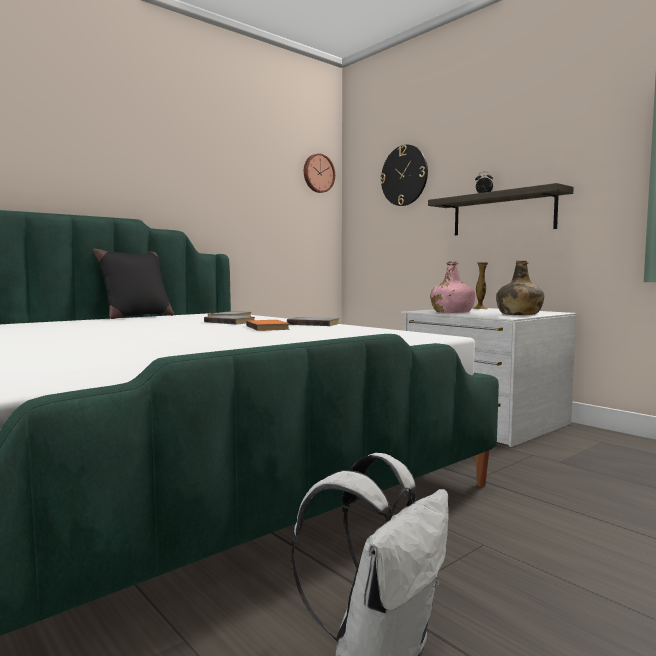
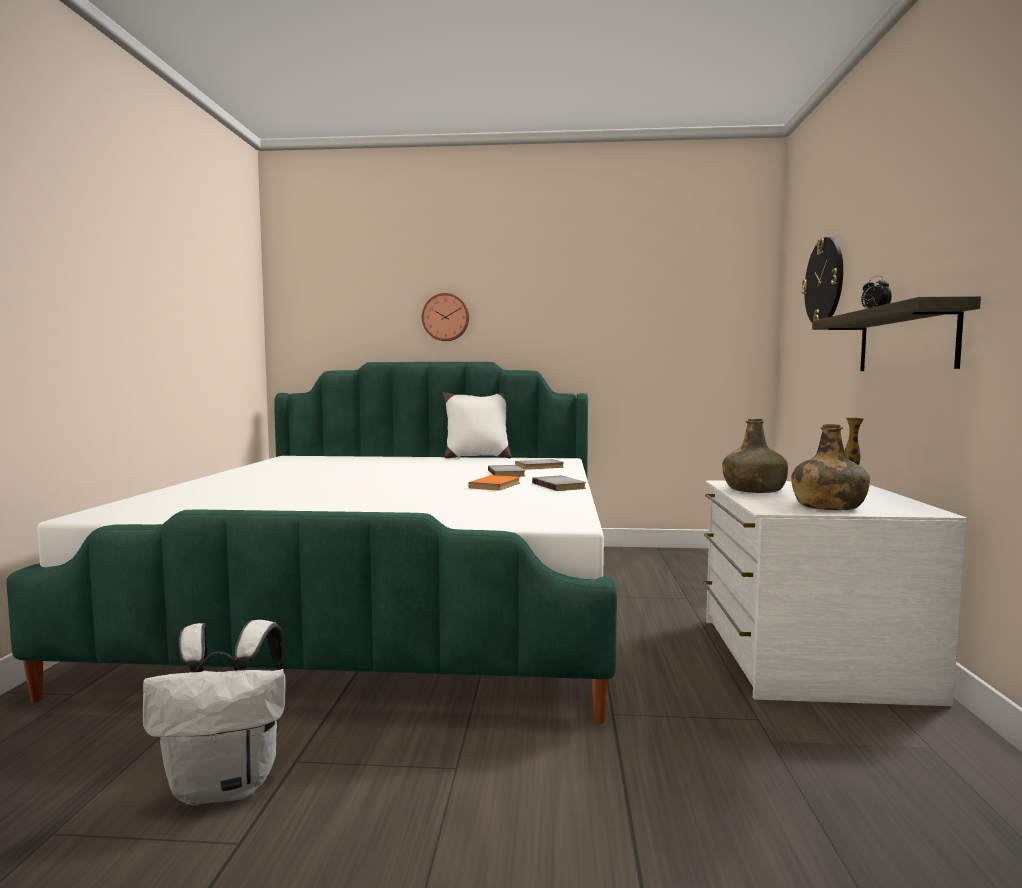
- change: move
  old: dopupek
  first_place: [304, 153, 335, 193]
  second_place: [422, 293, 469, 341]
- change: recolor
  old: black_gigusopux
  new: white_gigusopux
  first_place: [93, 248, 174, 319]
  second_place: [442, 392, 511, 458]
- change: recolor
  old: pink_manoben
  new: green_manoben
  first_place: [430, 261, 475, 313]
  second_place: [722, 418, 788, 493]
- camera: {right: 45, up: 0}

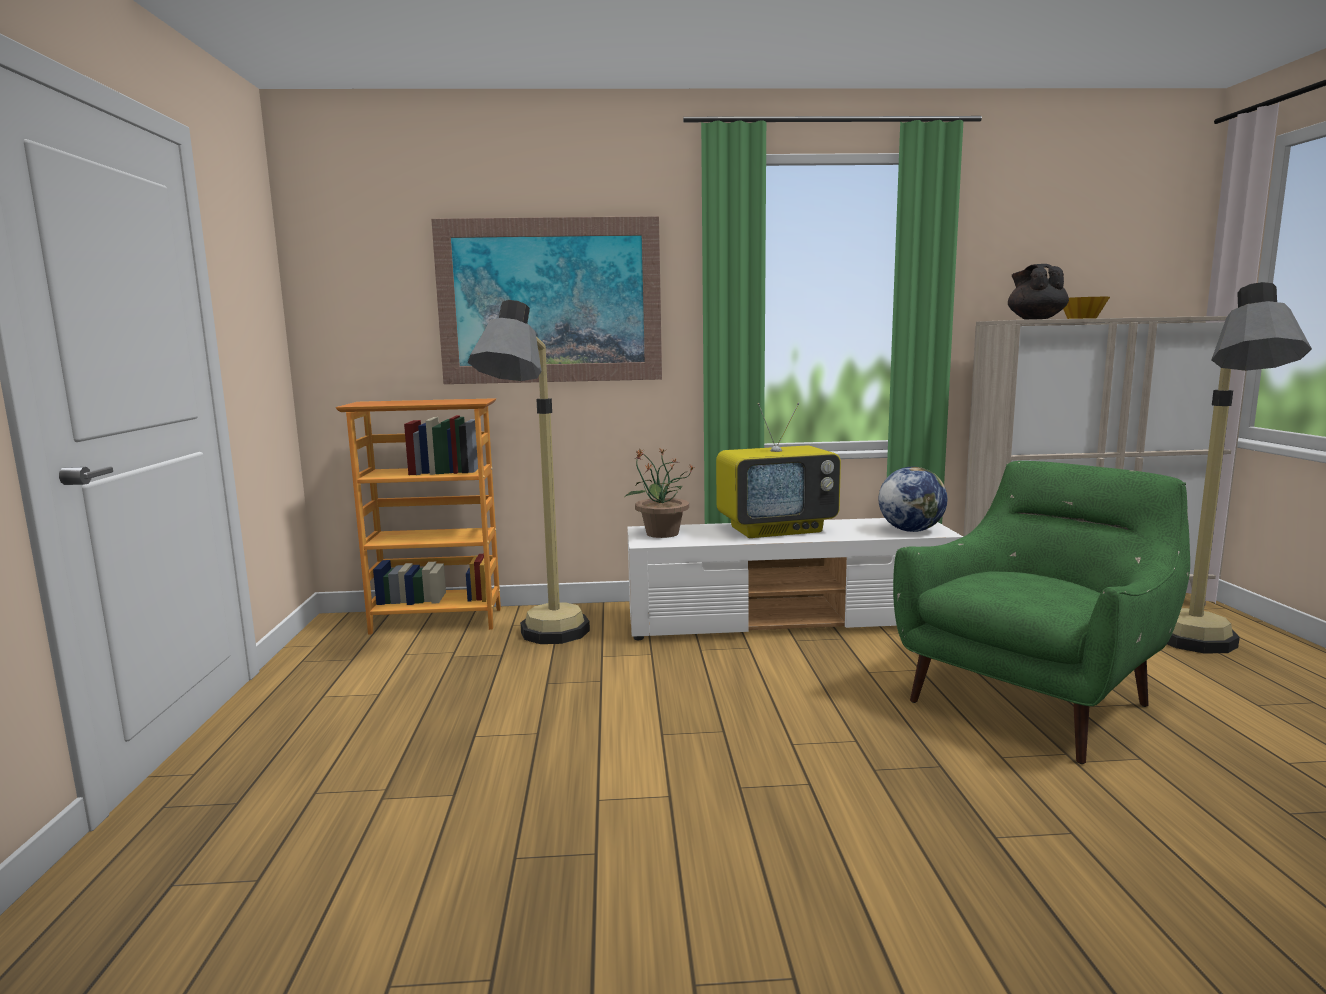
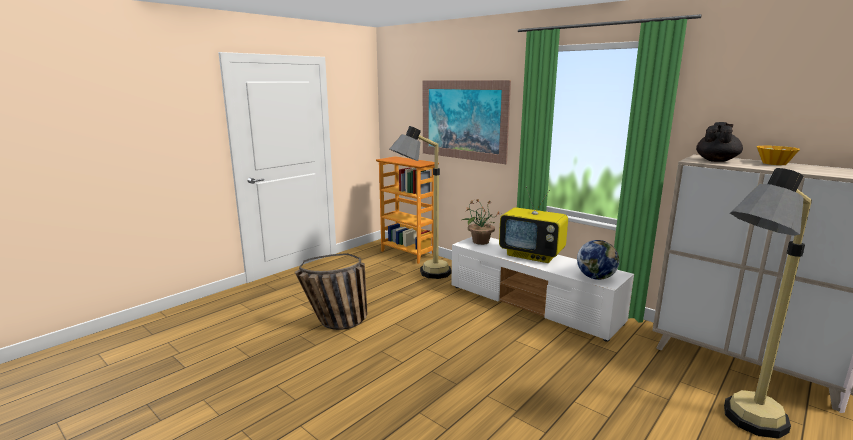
- change: delete
  old: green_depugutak
  first_place: [893, 461, 1190, 764]
- change: insert
  new: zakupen
  second_place: [295, 253, 367, 330]
- camera: {right: 45, up: 5}

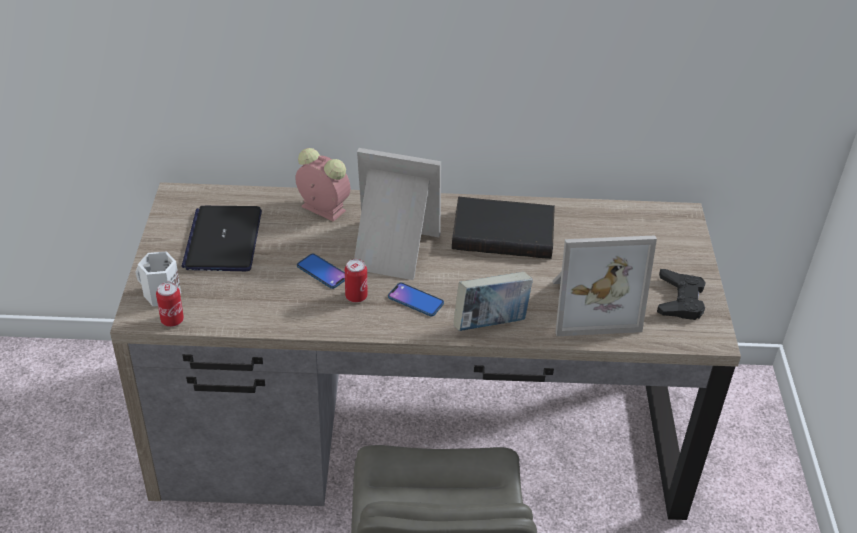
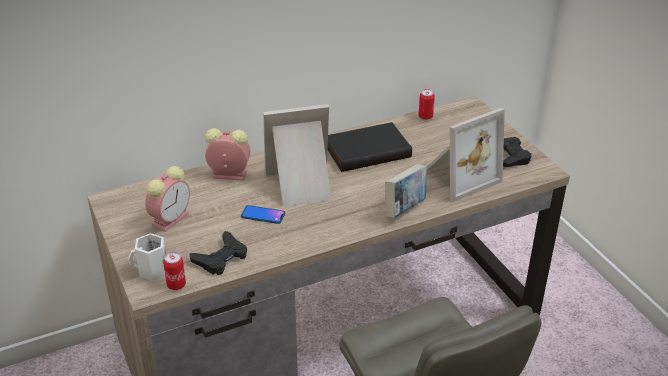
- change: replace
  old: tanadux
  new: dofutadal
  first_place: [182, 206, 262, 271]
  second_place: [145, 166, 190, 232]
- change: move
  old: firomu
  first_place: [345, 259, 367, 303]
  second_place: [418, 89, 435, 120]
- change: delete
  old: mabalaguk
  first_place: [388, 283, 444, 316]
- change: insert
  new: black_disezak
  second_place: [190, 231, 247, 275]
- camera: {right: -25, up: -5}

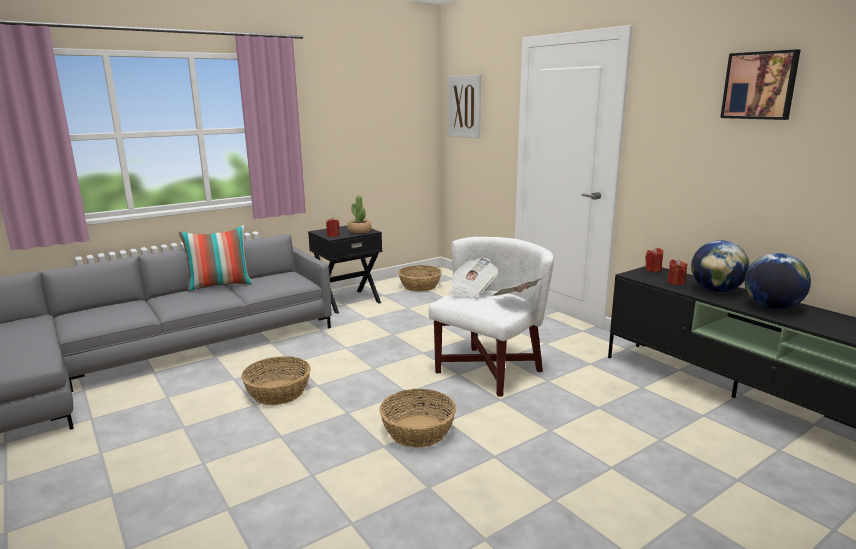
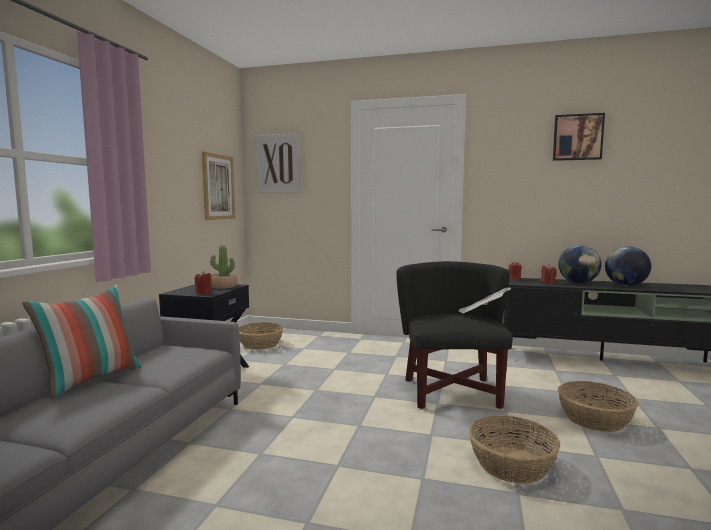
- change: recolor
  old: white_depugutak
  new: black_depugutak
  first_place: [429, 237, 554, 397]
  second_place: [396, 261, 513, 409]
- change: delete
  old: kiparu
  first_place: [448, 258, 498, 297]
- change: move
  old: zakupen
  first_place: [241, 356, 311, 405]
  second_place: [558, 381, 639, 432]
- change: insert
  new: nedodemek
  second_place: [202, 152, 235, 220]
- camera: {right: -40, up: -10}

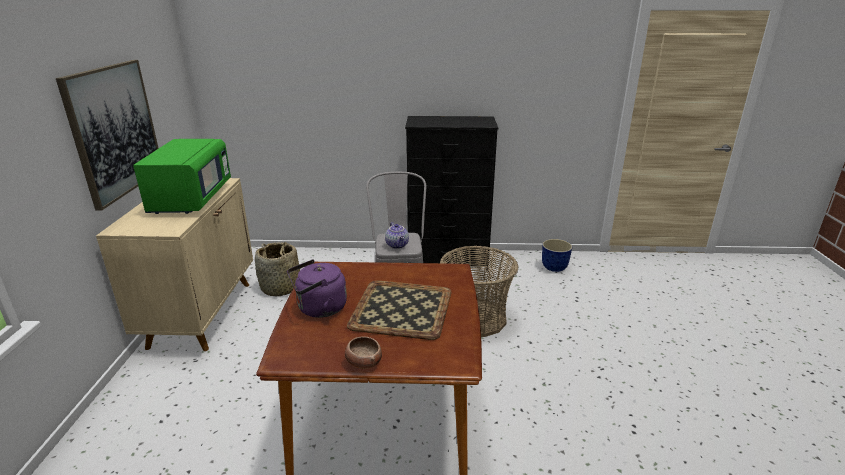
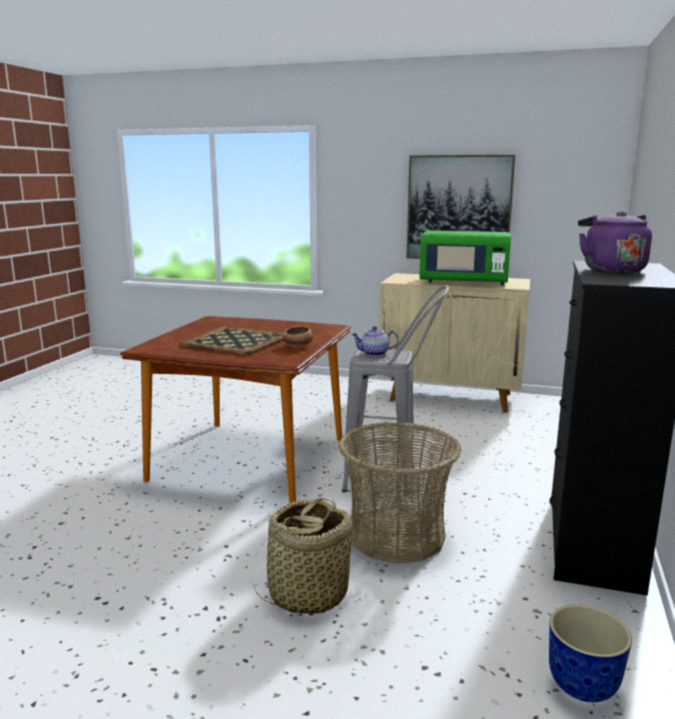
- change: move
  old: zakupen
  first_place: [255, 242, 300, 296]
  second_place: [253, 498, 352, 614]
- change: move
  old: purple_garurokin
  first_place: [287, 259, 347, 318]
  second_place: [578, 211, 652, 273]
- change: move
  old: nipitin
  first_place: [345, 336, 382, 369]
  second_place: [283, 326, 313, 347]
- camera: {right: 105, up: -10}

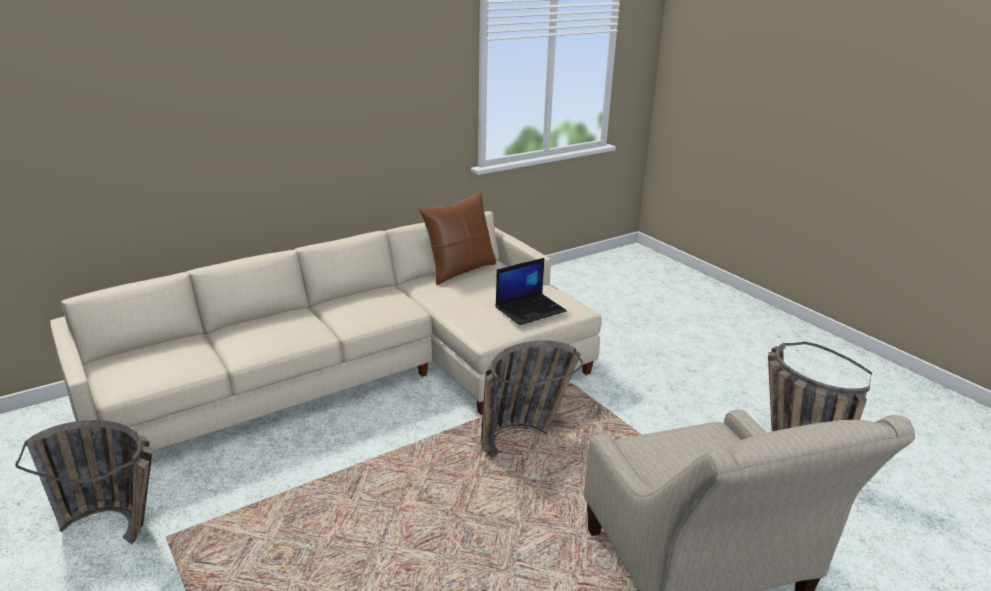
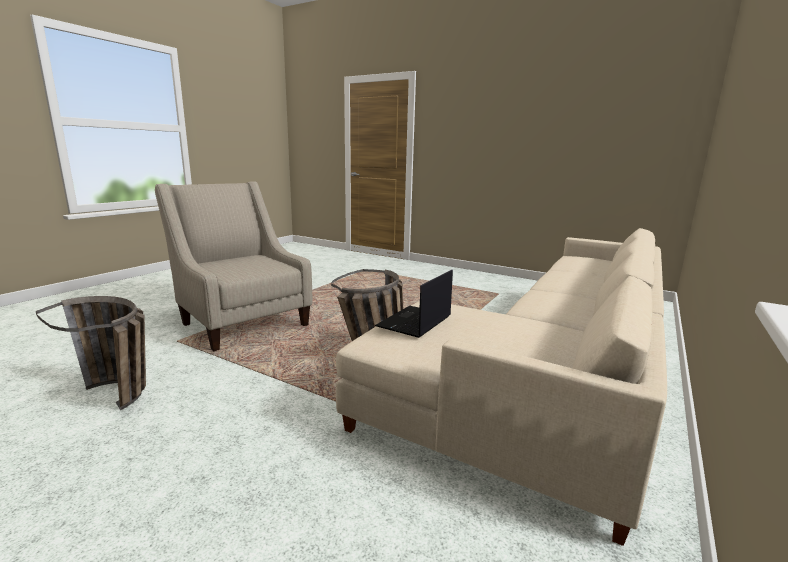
- change: delete
  old: brown_gigusopux
  first_place: [418, 192, 496, 285]
- change: delete
  old: zakupen
  first_place: [15, 420, 152, 545]
- camera: {right: 155, up: -10}

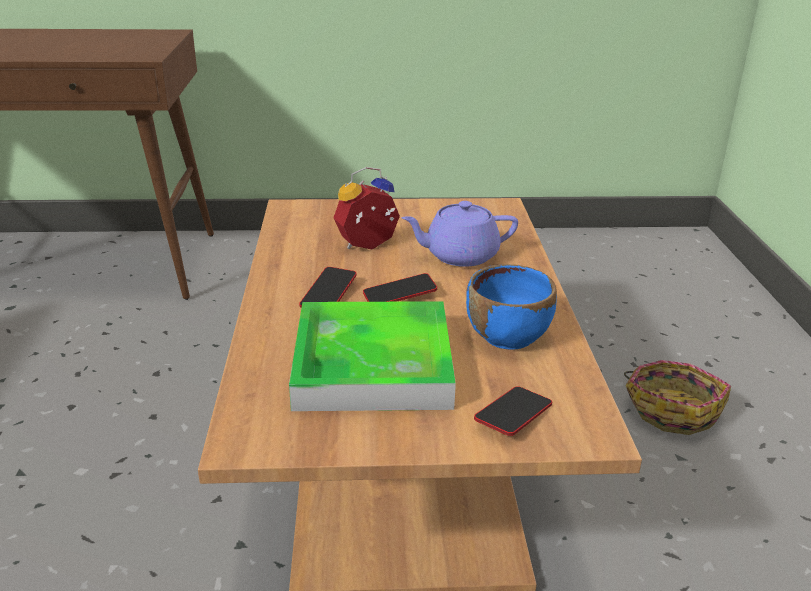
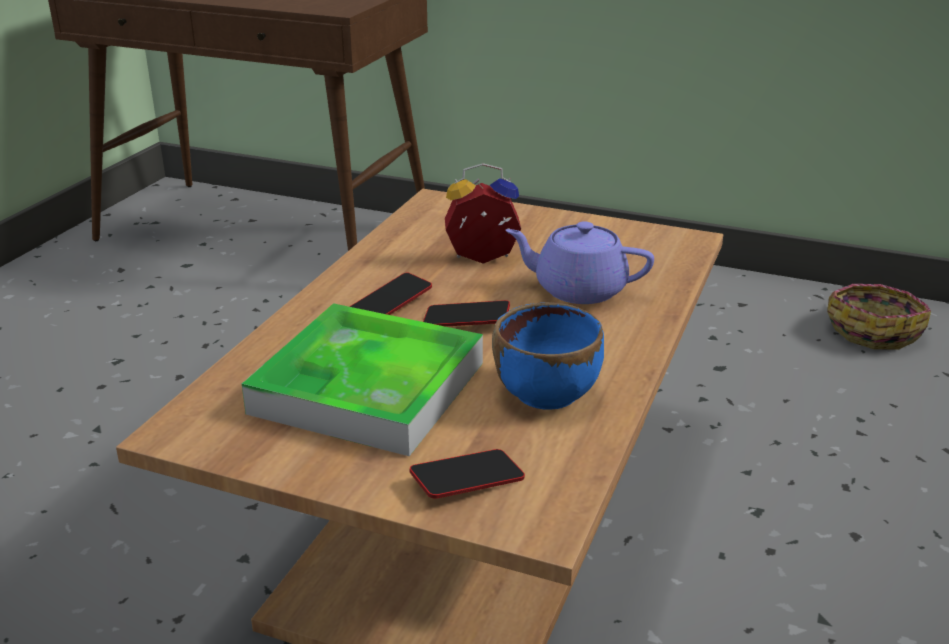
- change: move
  old: zakupen
  first_place: [624, 360, 731, 435]
  second_place: [827, 284, 931, 350]
- camera: {right: 25, up: 0}

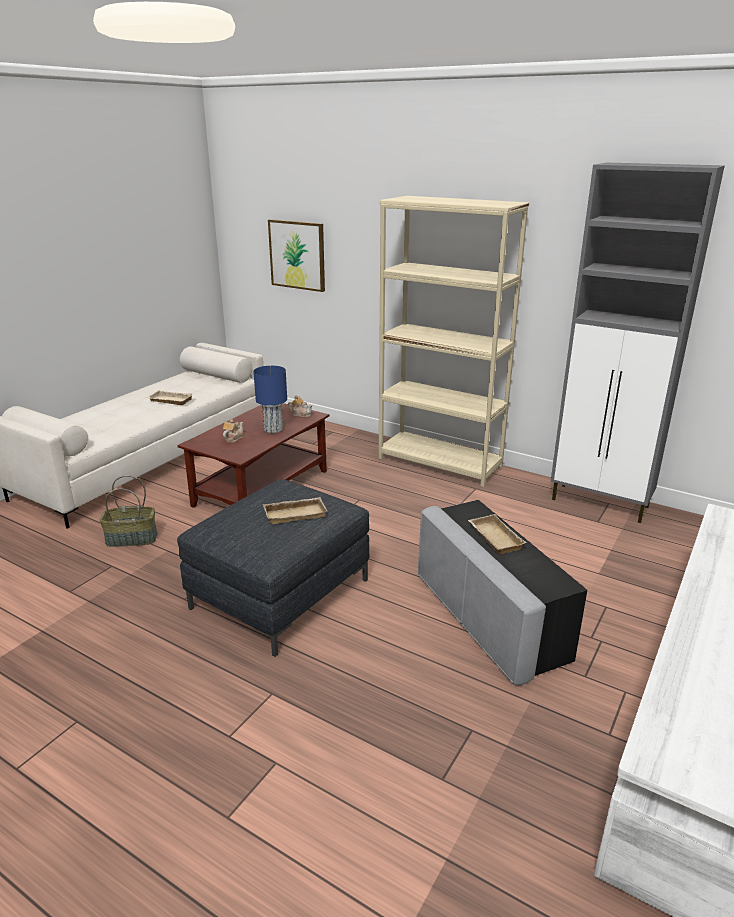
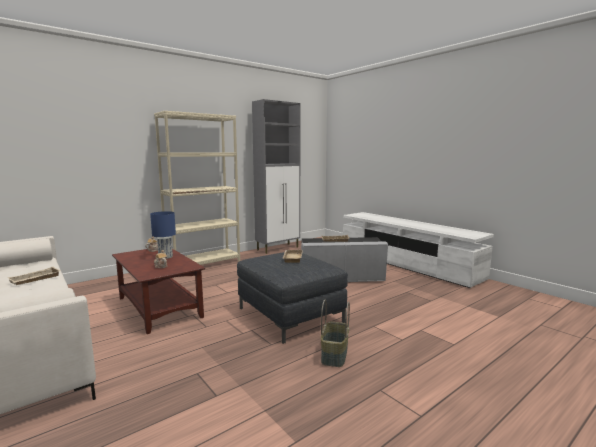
- change: delete
  old: nedodemek
  first_place: [268, 219, 325, 292]
- change: move
  old: zakupen
  first_place: [99, 475, 157, 547]
  second_place: [321, 300, 350, 367]
- camera: {right: -70, up: -15}

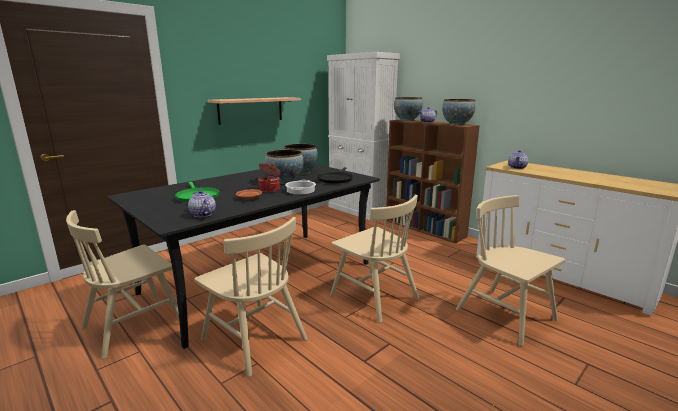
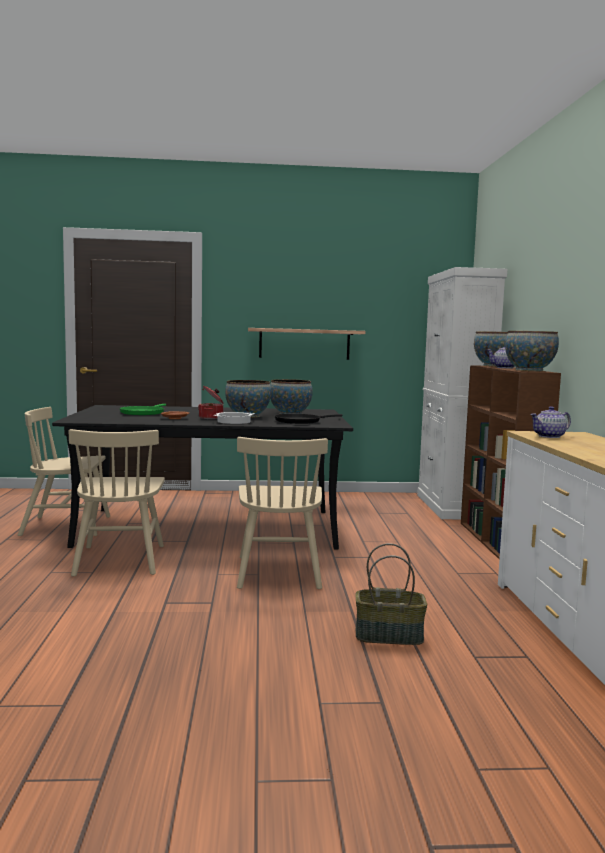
- change: delete
  old: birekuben
  first_place: [188, 190, 216, 217]
- change: replace
  old: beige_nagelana
  new: zakupen
  first_place: [456, 195, 565, 346]
  second_place: [355, 543, 427, 645]
- camera: {right: 40, up: -10}

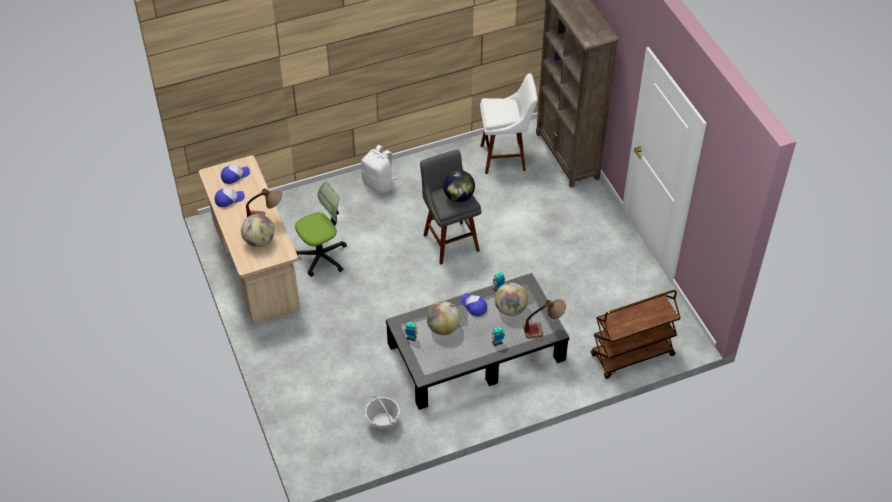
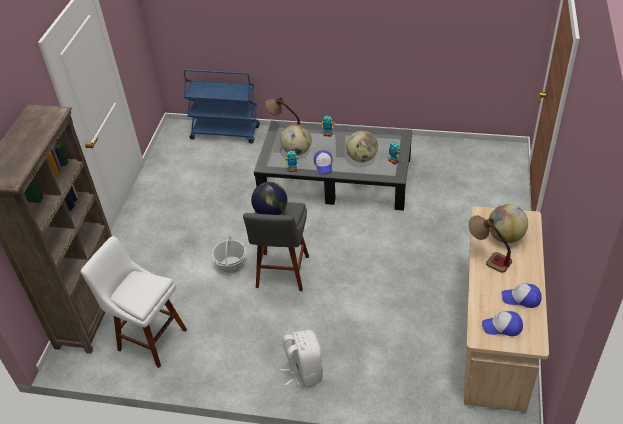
- change: delete
  old: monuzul
  first_place: [295, 182, 347, 277]
- change: recolor
  old: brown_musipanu
  new: blue_musipanu
  first_place: [591, 290, 681, 379]
  second_place: [183, 69, 260, 144]
- change: move
  old: zakupen
  first_place: [365, 396, 400, 432]
  second_place: [212, 236, 246, 273]
- camera: {right: -145, up: -5}

